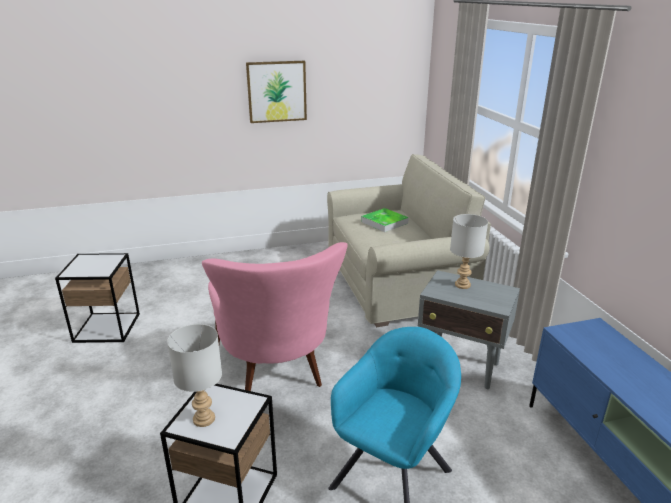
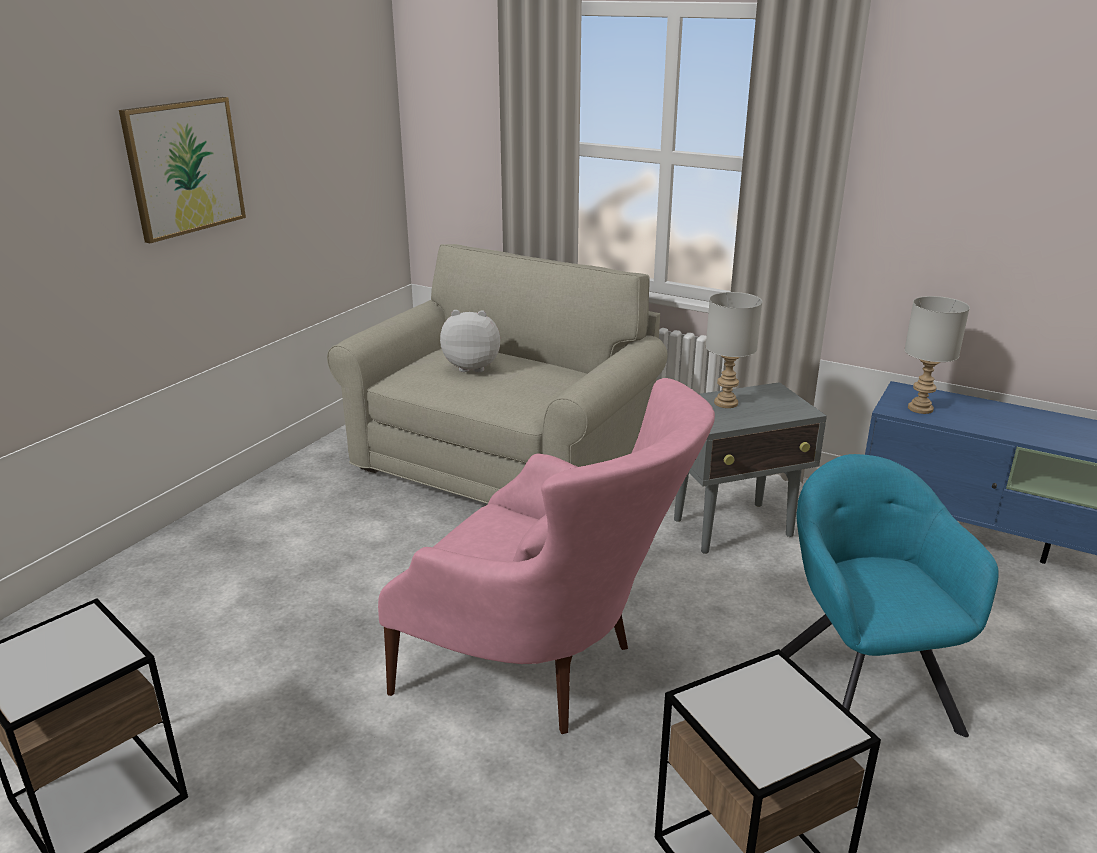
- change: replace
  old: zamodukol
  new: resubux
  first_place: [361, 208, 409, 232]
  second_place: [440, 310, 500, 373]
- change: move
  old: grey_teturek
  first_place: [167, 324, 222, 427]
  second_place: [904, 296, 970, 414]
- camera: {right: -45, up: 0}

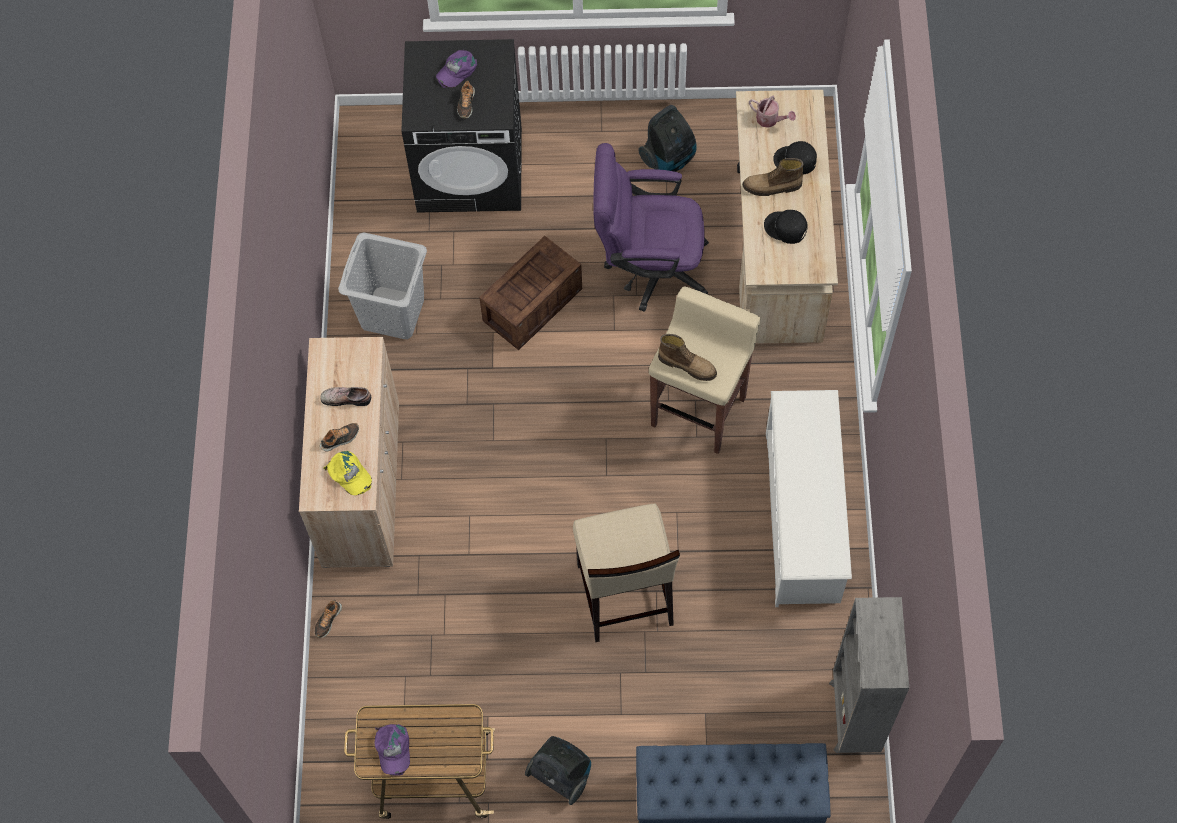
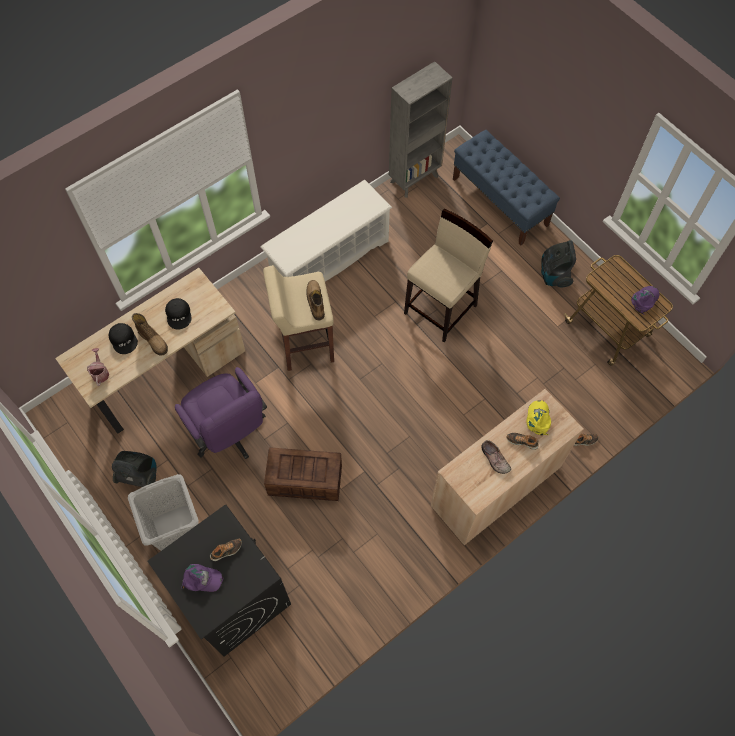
- change: move
  old: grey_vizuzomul
  first_place: [338, 232, 427, 339]
  second_place: [128, 474, 199, 551]
- camera: {right: -130, up: 0}

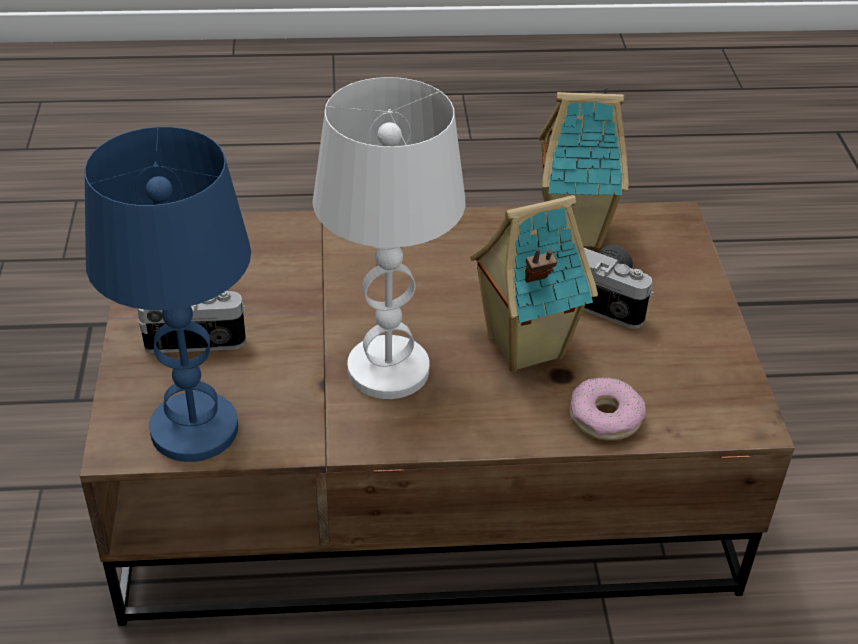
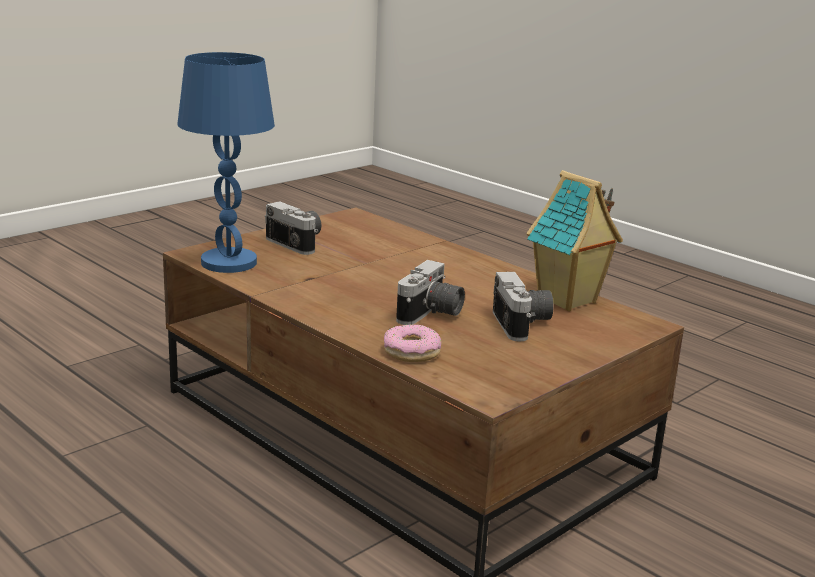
- change: delete
  old: white_teturek
  first_place: [312, 77, 465, 399]
- change: replace
  old: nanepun
  new: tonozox
  first_place: [470, 195, 598, 372]
  second_place: [396, 260, 465, 325]
- camera: {right: 50, up: -20}

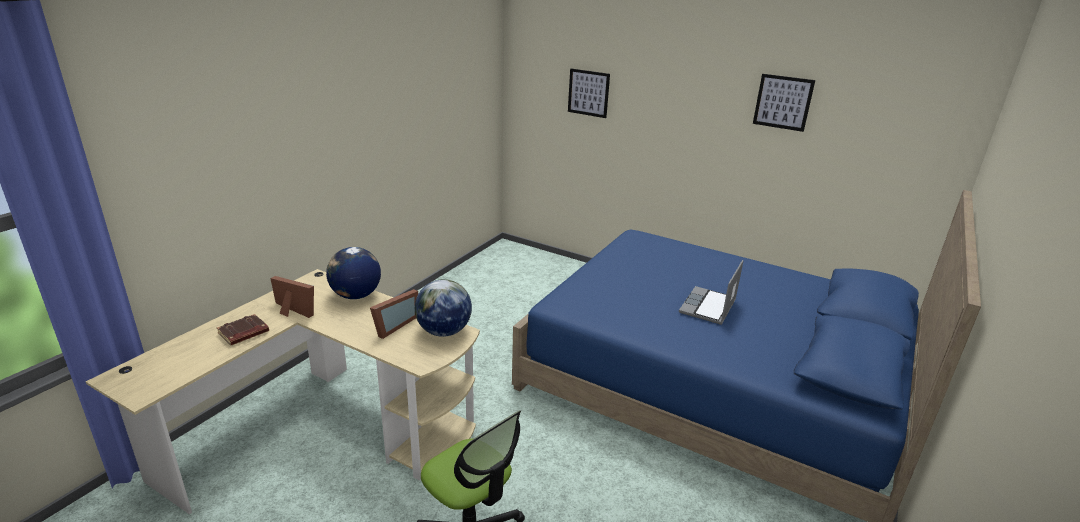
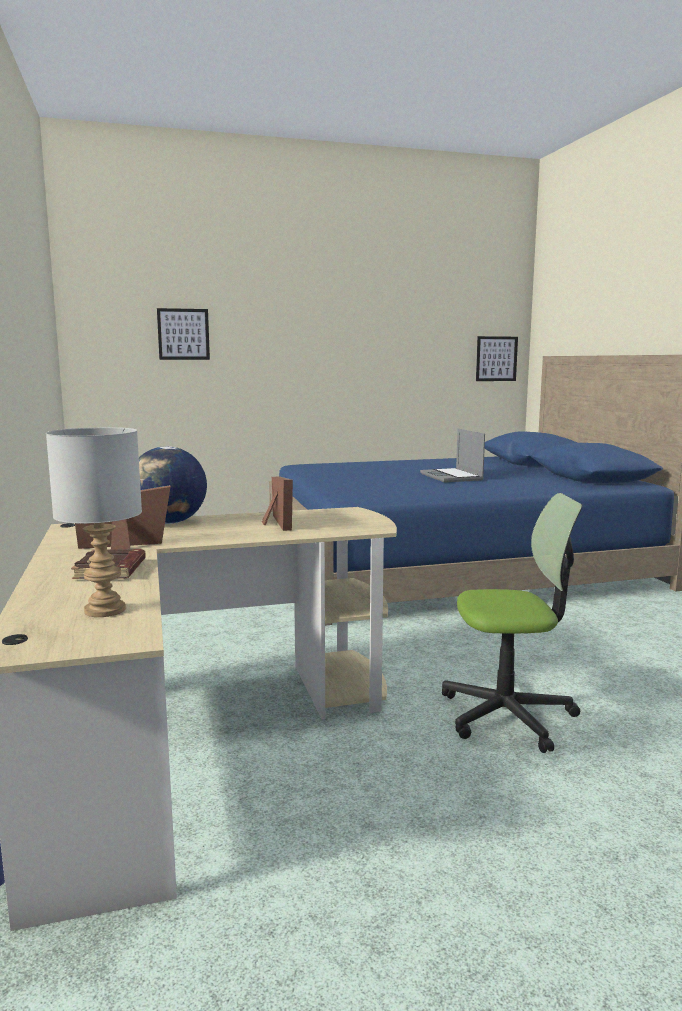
- change: move
  old: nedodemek
  first_place: [753, 74, 815, 132]
  second_place: [476, 336, 518, 381]
- change: delete
  old: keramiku
  first_place: [415, 279, 472, 337]
- change: insert
  new: grey_teturek
  second_place: [46, 427, 142, 617]
- camera: {right: -45, up: -15}

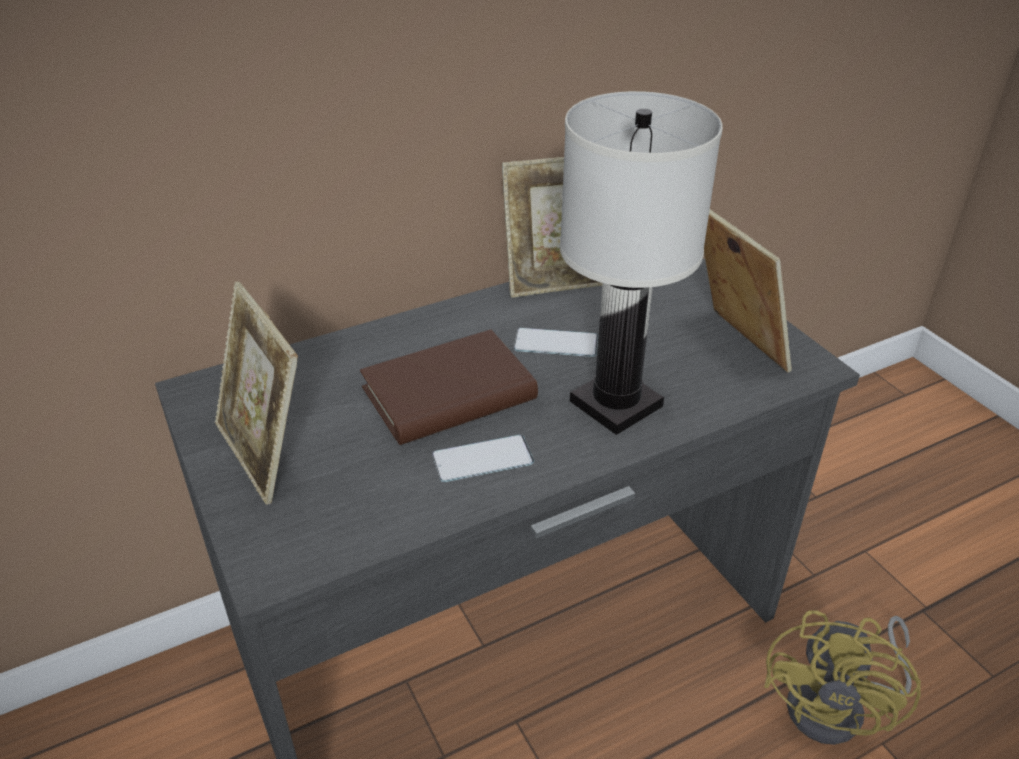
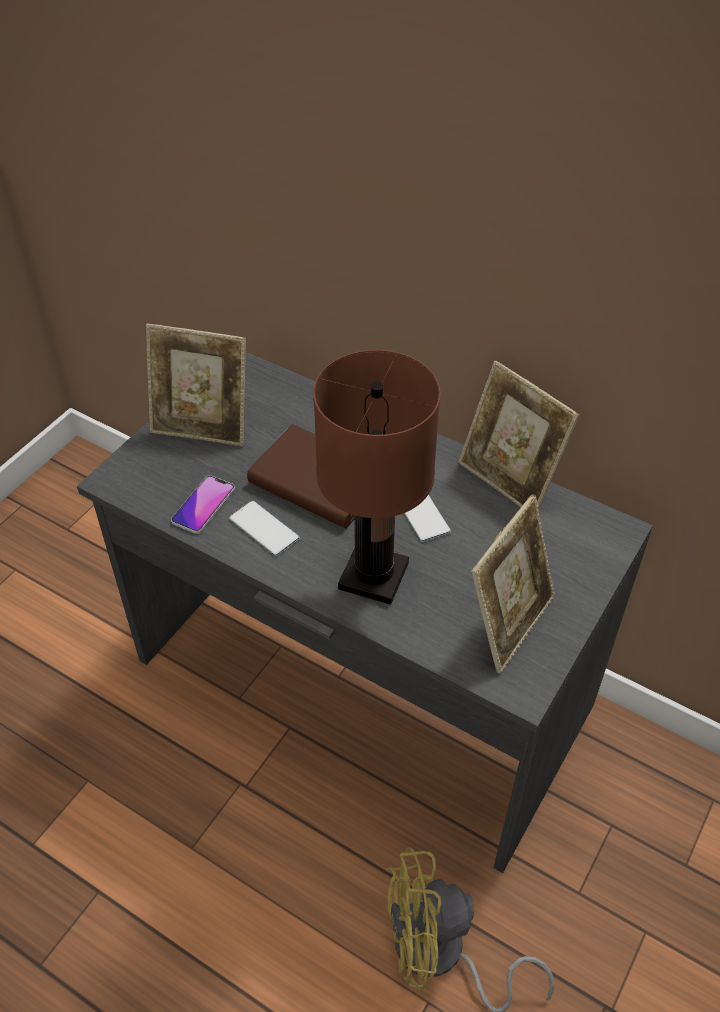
- change: recolor
  old: white_teturek
  new: brown_teturek
  first_place: [560, 91, 723, 435]
  second_place: [313, 350, 441, 605]
- change: rotate
  old: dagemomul
  first_place: [215, 281, 298, 505]
  second_place: [146, 324, 246, 446]
  degrees: -105
- change: insert
  new: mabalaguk
  second_place: [171, 475, 235, 534]
- camera: {right: 60, up: 10}

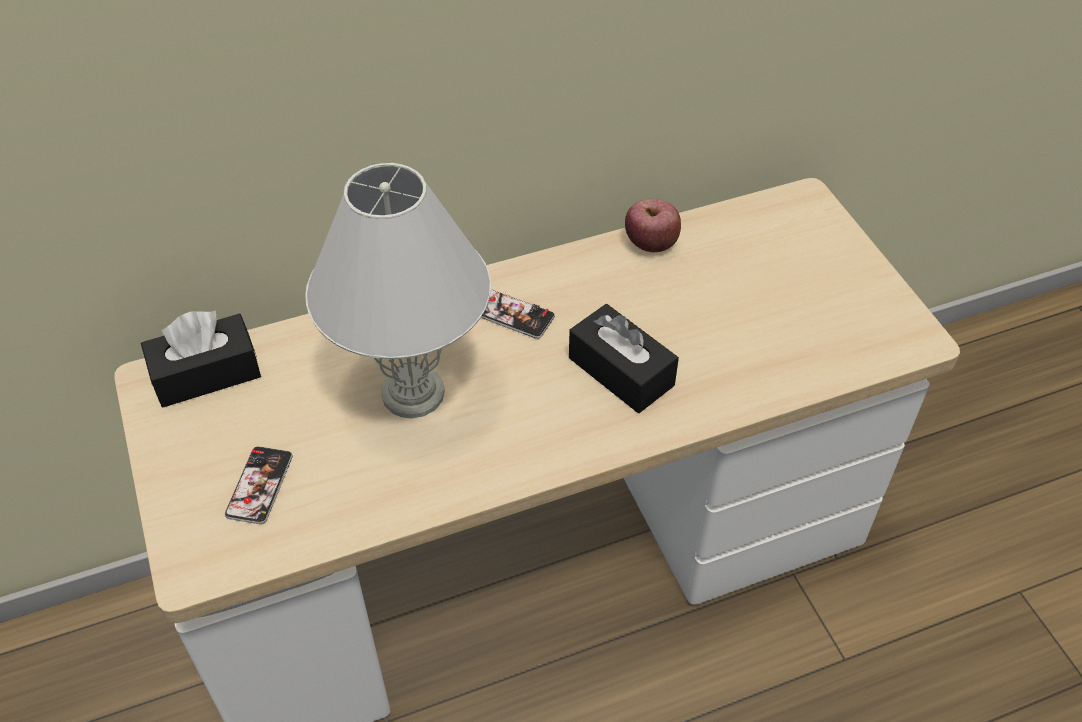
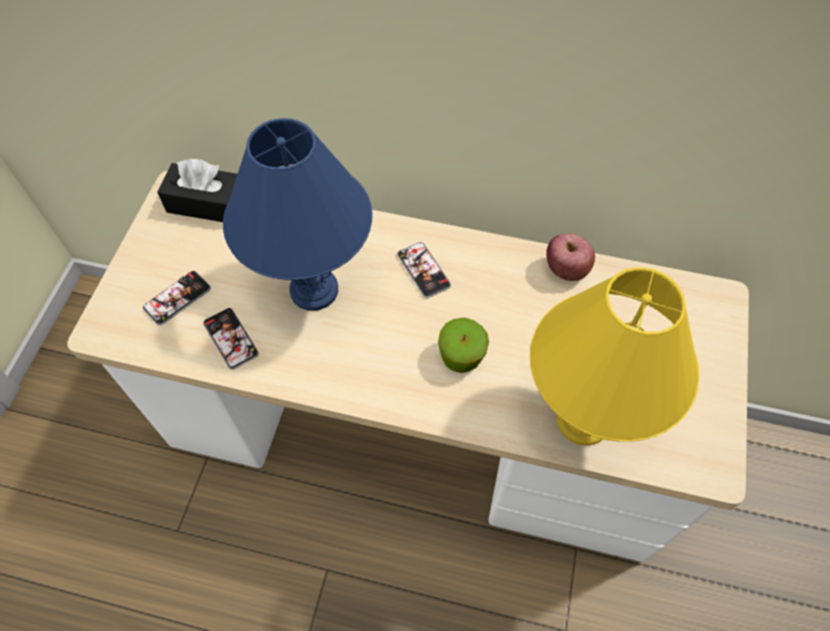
- change: recolor
  old: white_teturek
  new: blue_teturek
  first_place: [305, 163, 491, 418]
  second_place: [223, 118, 373, 311]
- change: replace
  old: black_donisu
  new: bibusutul
  first_place: [569, 304, 679, 413]
  second_place: [438, 318, 489, 373]
- change: insert
  new: yellow_teturek
  second_place: [530, 267, 699, 446]
- change: insert
  new: mabalaguk
  second_place: [203, 308, 259, 370]
- camera: {right: 35, up: 10}

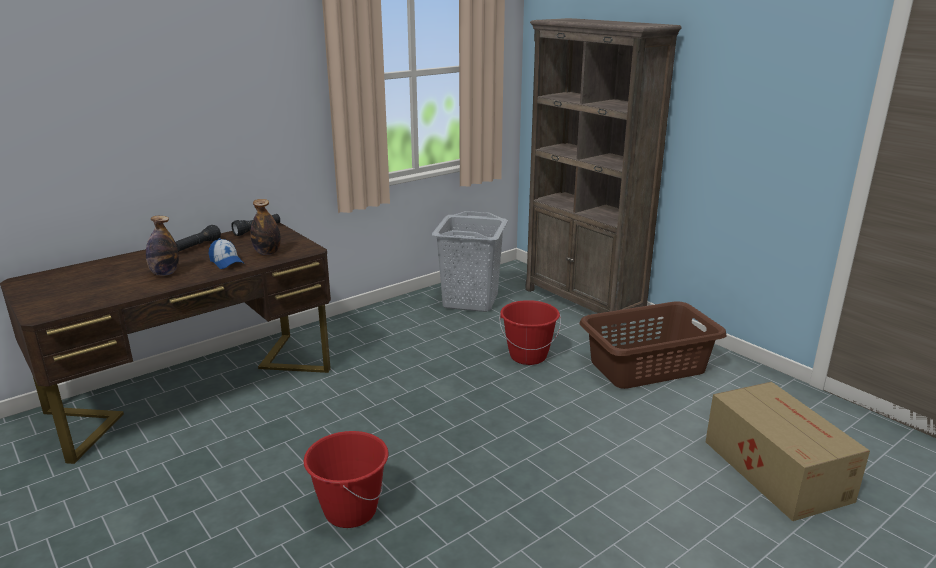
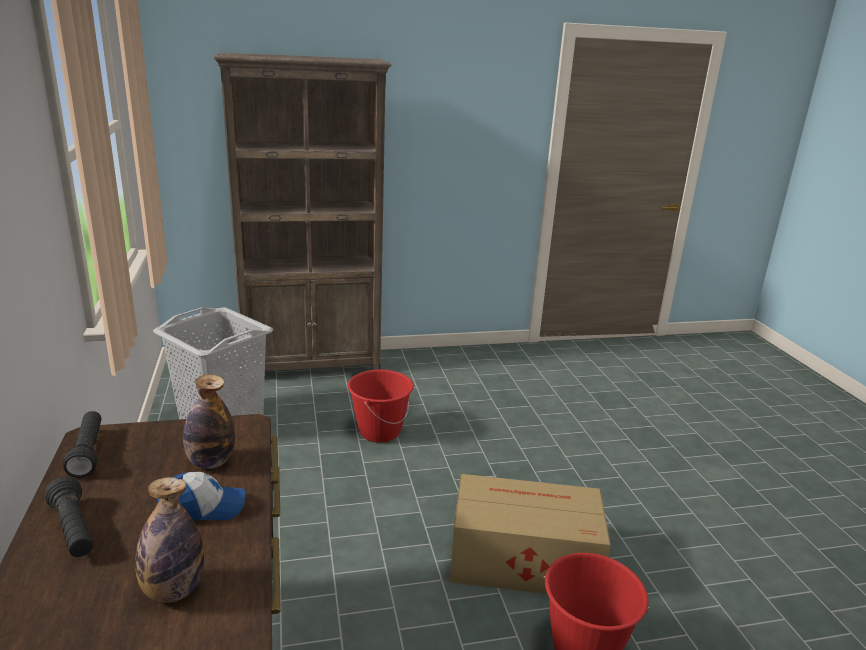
- change: delete
  old: brown_vizuzomul
  first_place: [579, 301, 726, 389]
- change: move
  old: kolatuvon
  first_place: [706, 382, 870, 521]
  second_place: [450, 474, 611, 594]
- camera: {right: -65, up: 0}

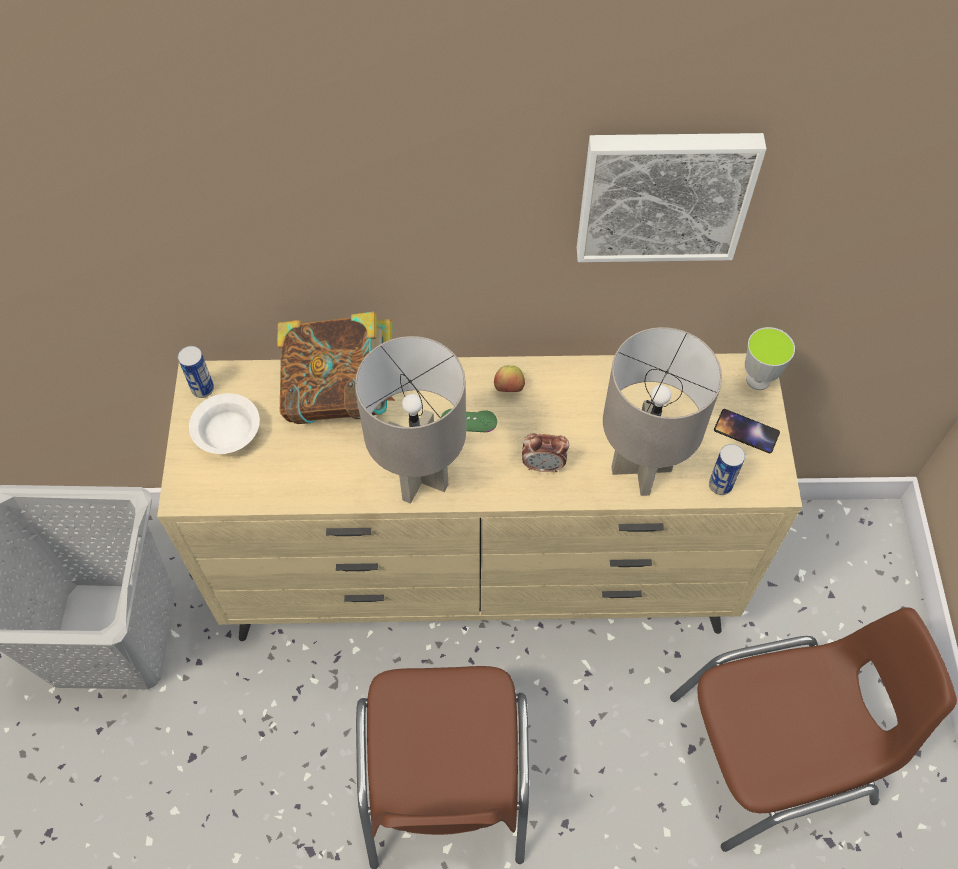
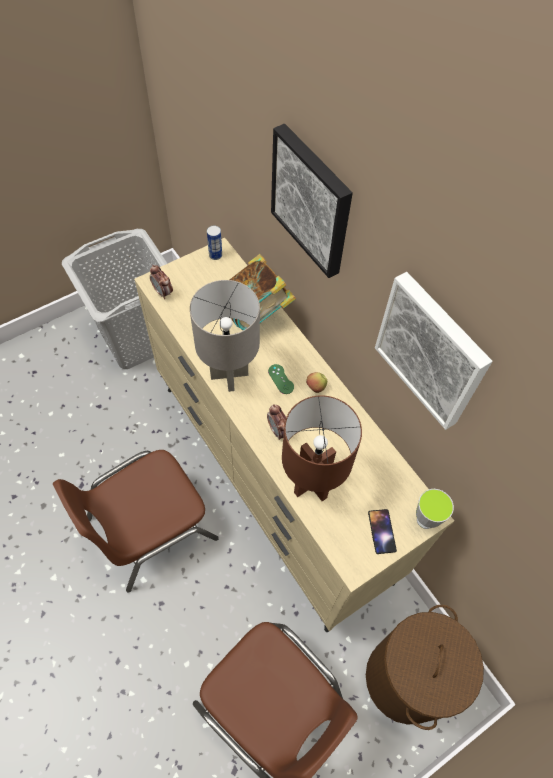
- change: recolor
  old: grey_teturek
  new: brown_teturek
  first_place: [603, 327, 722, 496]
  second_place: [282, 395, 362, 501]
- change: delete
  old: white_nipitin
  first_place: [189, 393, 260, 454]
- change: delete
  old: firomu
  first_place: [709, 444, 745, 495]
- change: insert
  new: nedodemek
  second_place: [271, 124, 353, 278]
- change: insert
  new: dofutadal
  second_place: [150, 265, 173, 299]
- change: insert
  new: brown_vizuzomul
  second_place: [366, 605, 484, 730]
- camera: {right: 55, up: 0}

